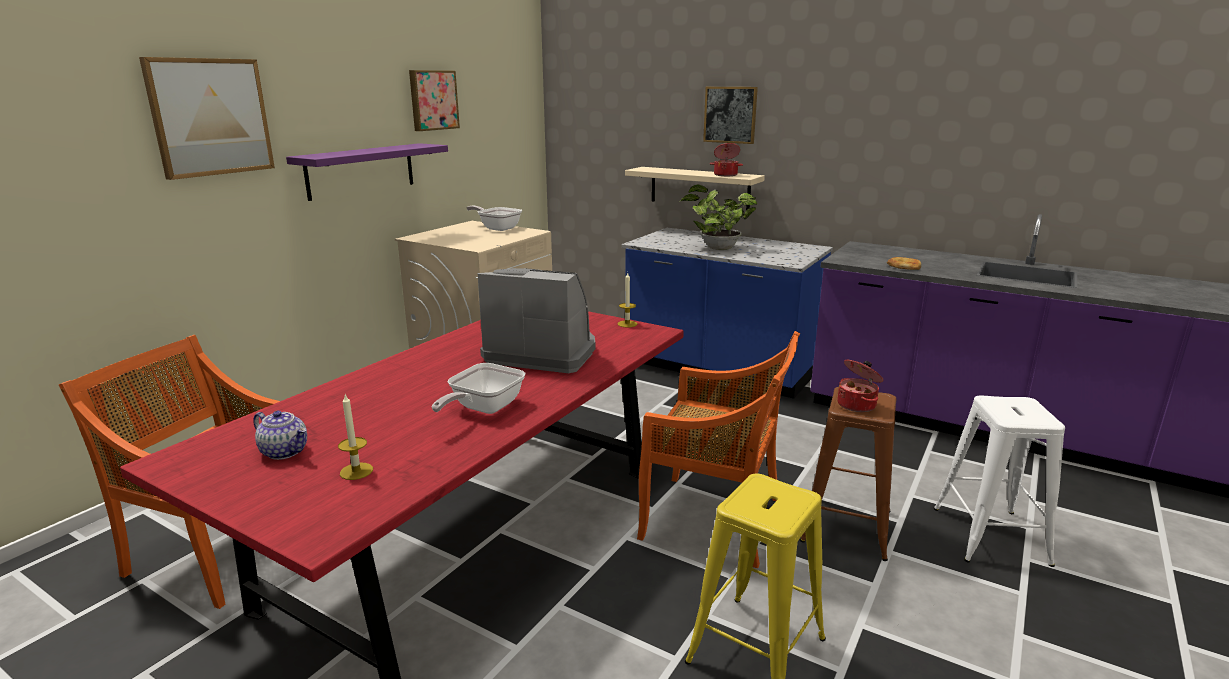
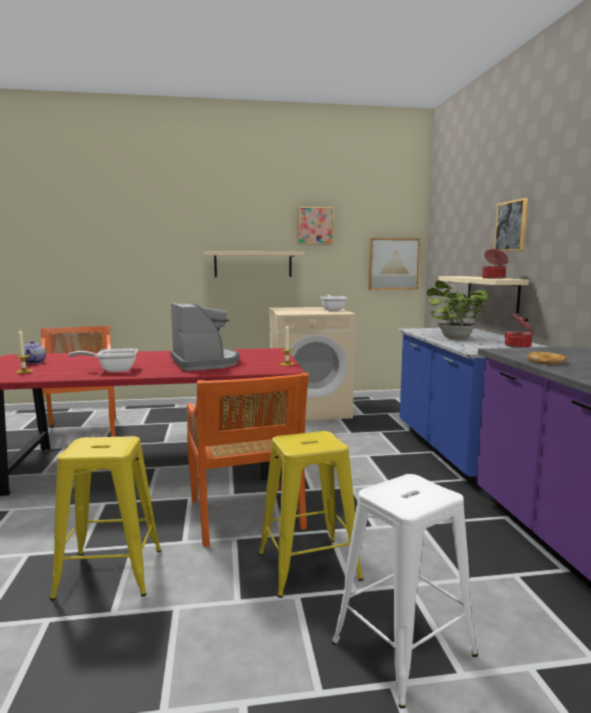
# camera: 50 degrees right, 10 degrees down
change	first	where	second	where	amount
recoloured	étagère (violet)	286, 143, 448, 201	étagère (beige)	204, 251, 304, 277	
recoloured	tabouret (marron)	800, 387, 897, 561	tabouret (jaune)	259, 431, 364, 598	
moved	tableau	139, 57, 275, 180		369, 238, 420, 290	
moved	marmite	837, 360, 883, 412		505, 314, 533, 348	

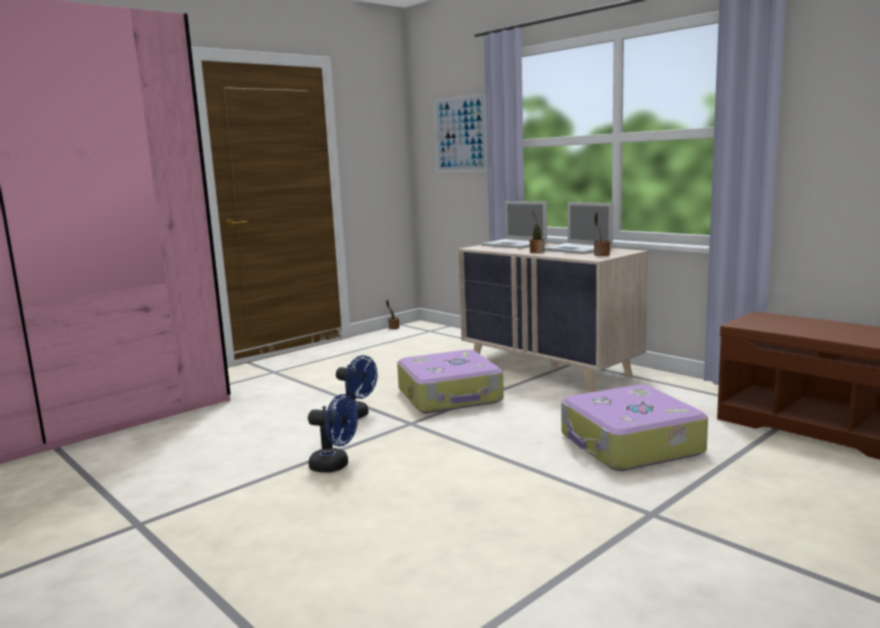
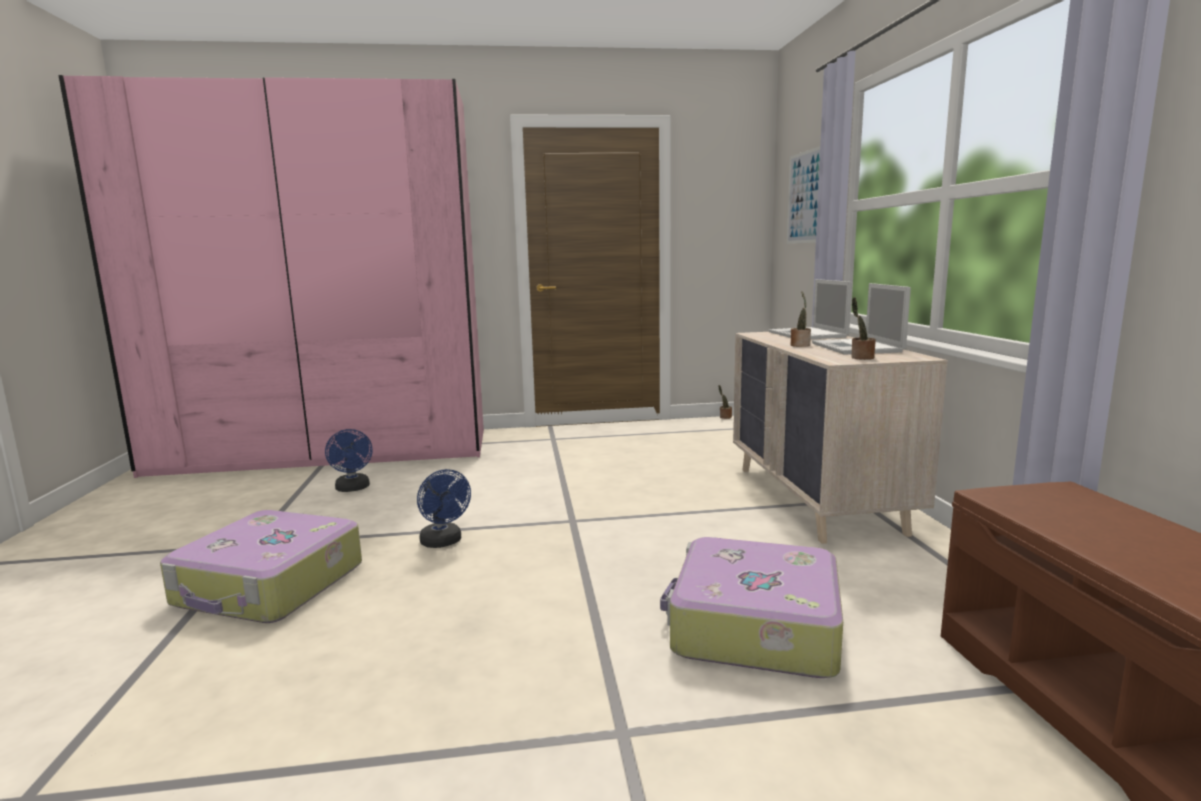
# camera: 35 degrees right, 0 degrees up
change	first	where	second	where	amount
moved	valise	397, 350, 504, 413		160, 510, 362, 623	
moved	ventilateur (bleu)	335, 355, 377, 419		325, 429, 373, 492	

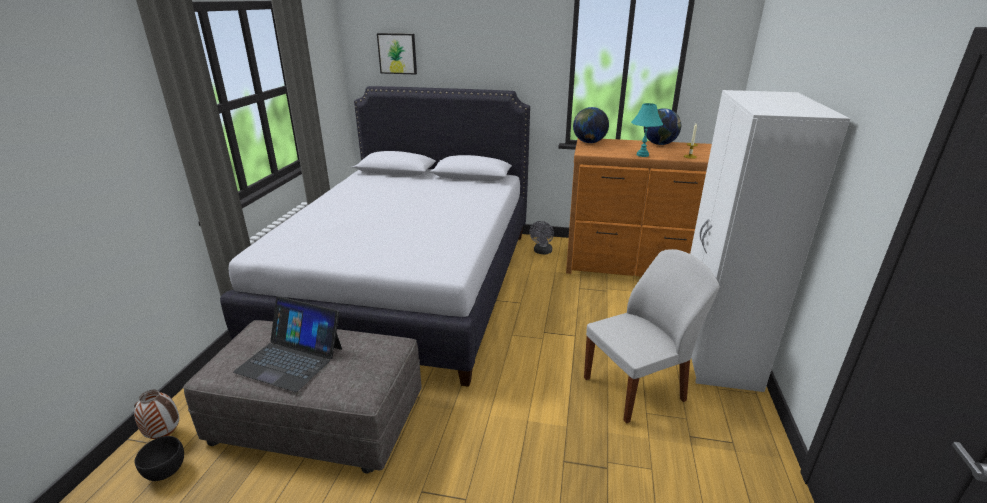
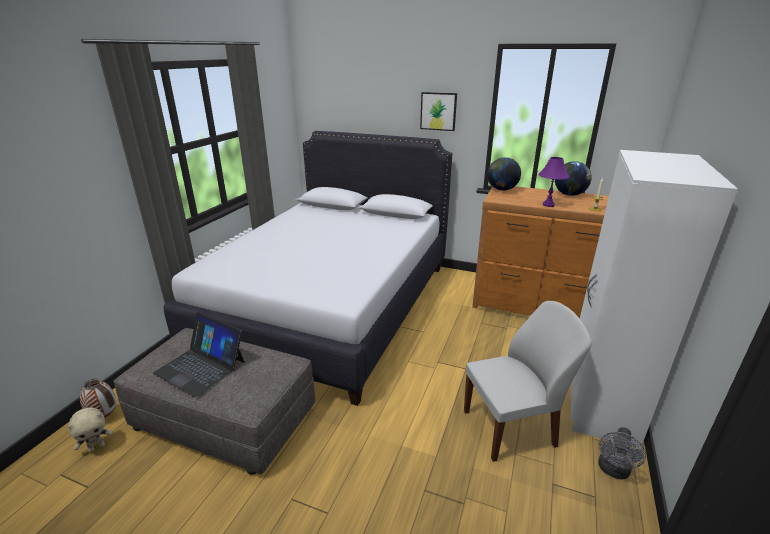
# camera: 10 degrees right, 0 degrees up
change	first	where	second	where	amount
replaced	bol (noir)	135, 436, 184, 481	peluche (beige)	68, 408, 113, 453	
moved	tableau	377, 33, 417, 74		420, 92, 457, 131	
recoloured	lampe de table (turquoise)	631, 103, 663, 157	lampe de table (violet)	538, 157, 569, 207	
moved	ventilateur (gris)	529, 221, 554, 254		598, 427, 646, 479	

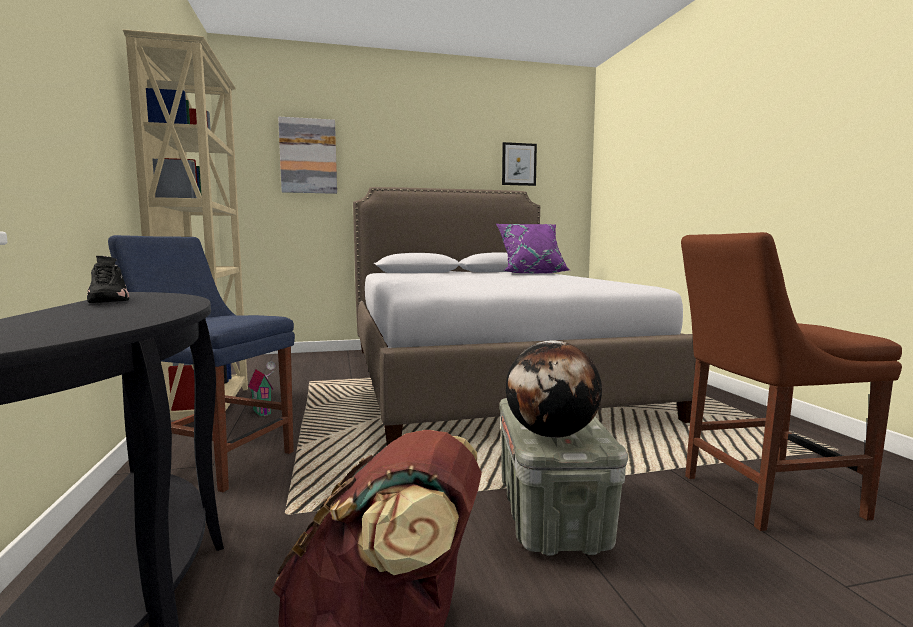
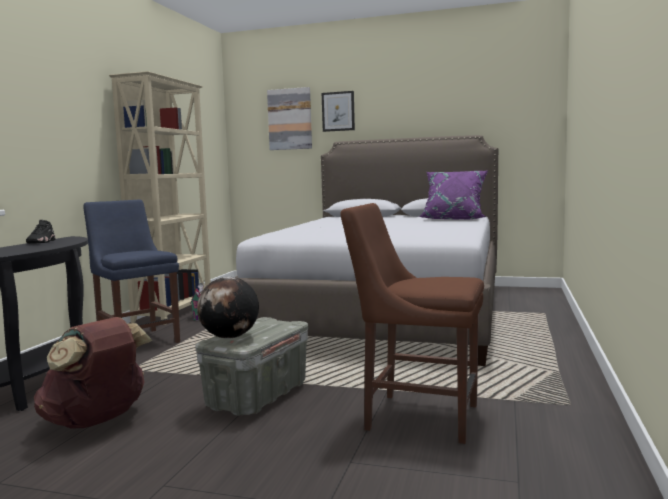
# camera: 30 degrees right, 0 degrees up
change	first	where	second	where	amount
moved	tableau	502, 142, 537, 186		322, 91, 355, 132	

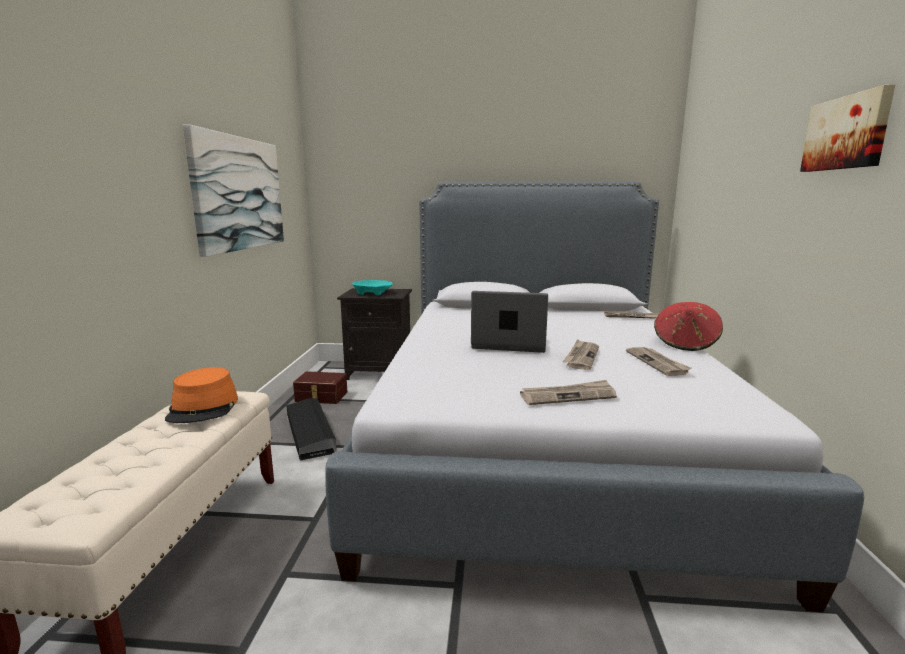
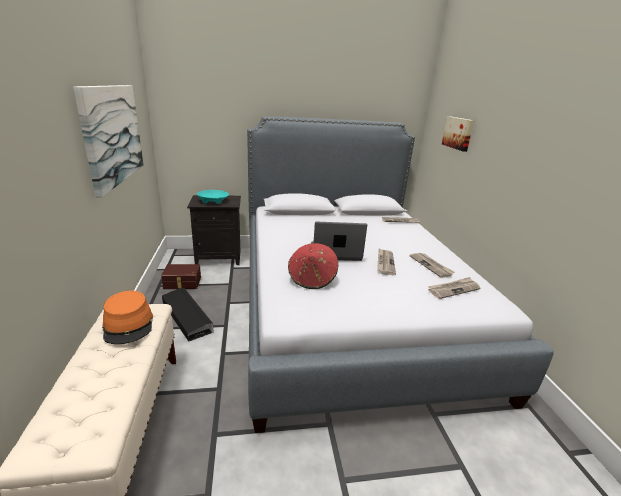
# camera: 15 degrees left, 10 degrees up
change	first	where	second	where	amount
moved	chapeau (rouge)	654, 302, 723, 351		288, 243, 338, 289	
moved	journal	520, 380, 617, 405		428, 277, 480, 299	
moved	tableau	800, 85, 895, 172		442, 116, 474, 152	

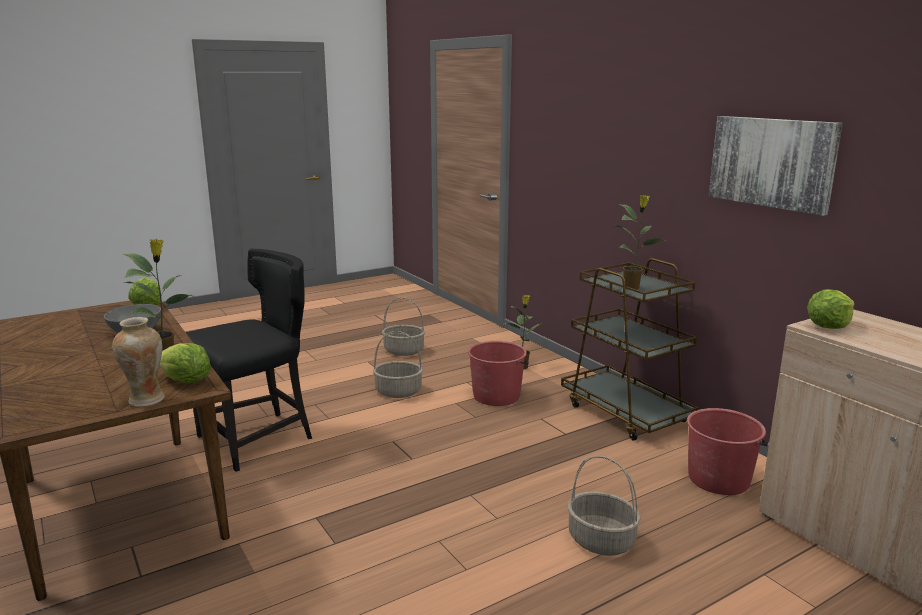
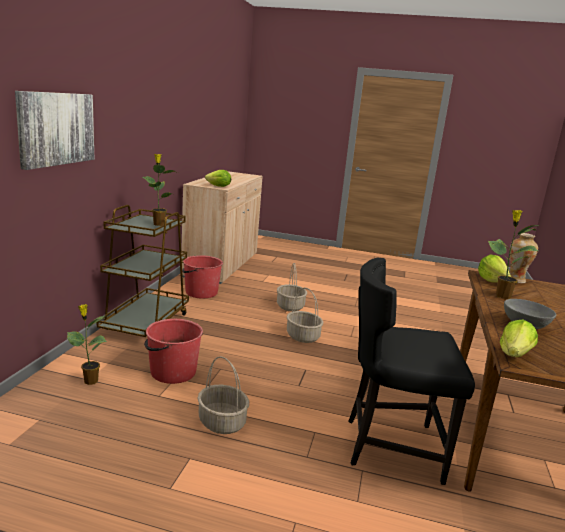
# camera: 135 degrees left, 0 degrees up
change	first	where	second	where	amount
moved	tableau	709, 116, 843, 216		15, 91, 94, 170	
moved	panier	382, 297, 425, 356		287, 288, 323, 343	

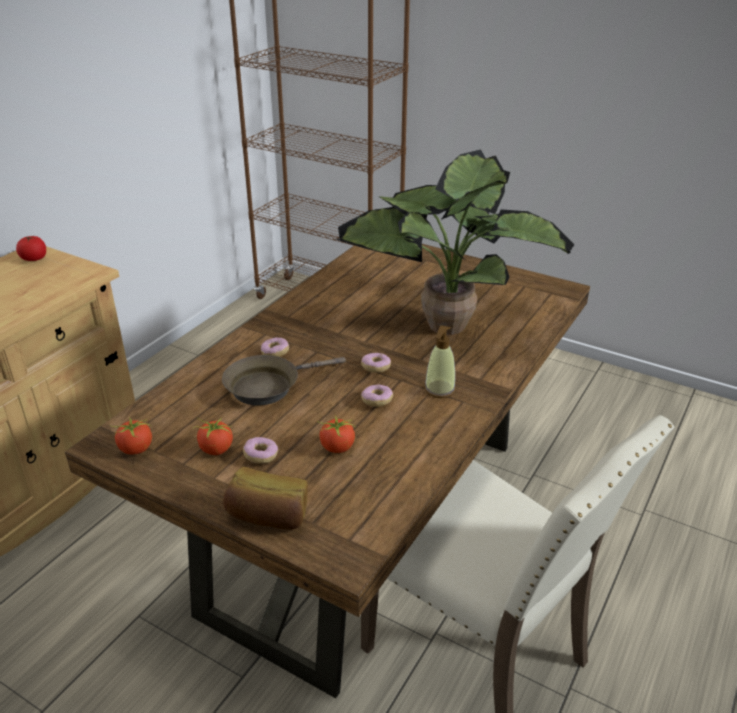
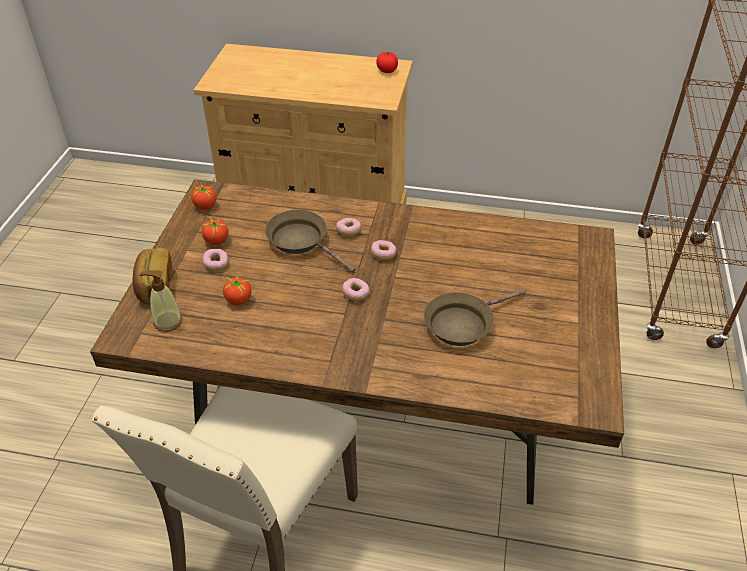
# camera: 70 degrees right, 10 degrees up
change	first	where	second	where	amount
moved	distributeur de savon	424, 325, 456, 398		139, 270, 182, 332	
moved	beignet	361, 385, 393, 407		371, 240, 396, 260	
replaced	plante en pot	336, 149, 574, 335	poêle (marron)	424, 289, 526, 346	

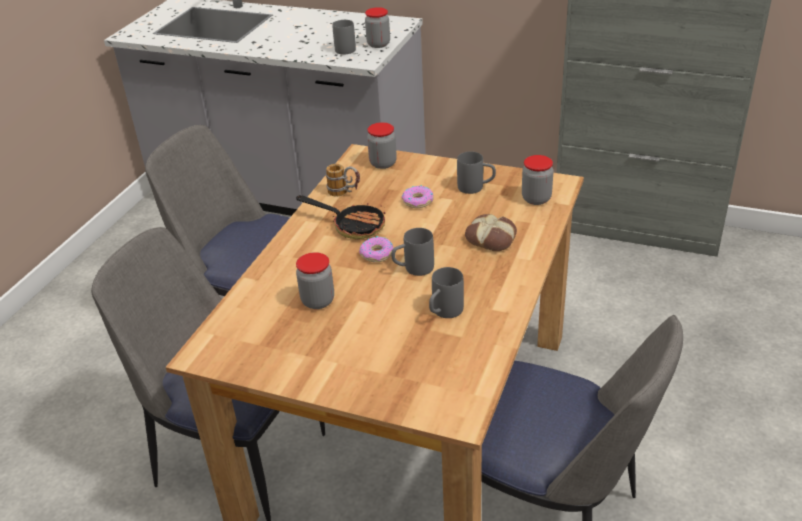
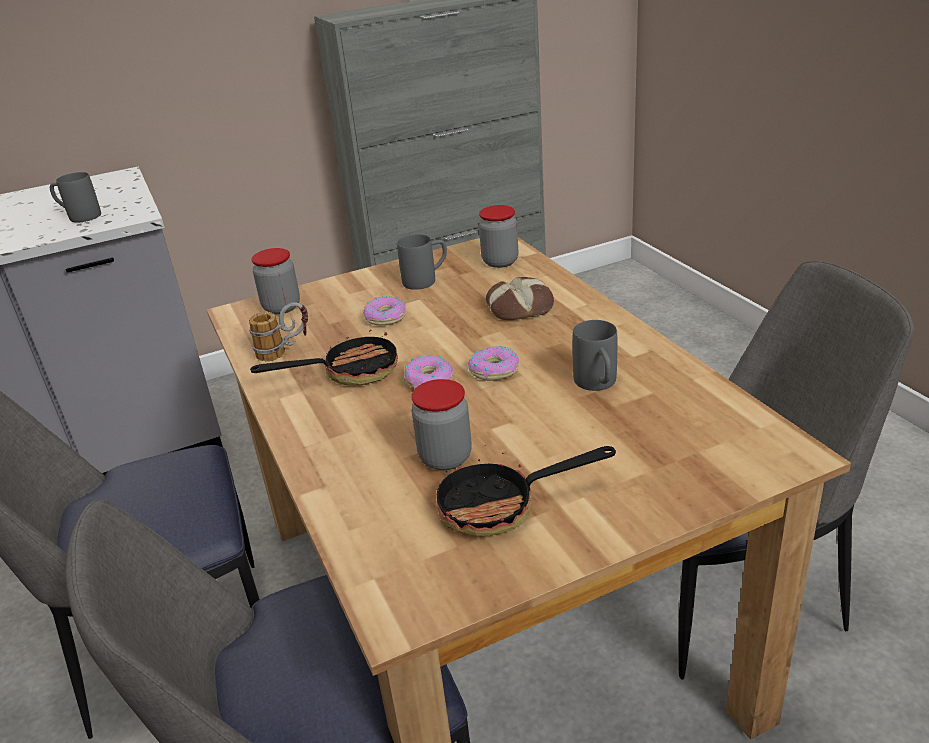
# camera: 45 degrees left, 5 degrees down
change	first	where	second	where	amount
added			poêle	437, 445, 616, 536	
replaced	mug (gris)	391, 228, 434, 276	beignet	468, 346, 519, 381	
removed	bocal	365, 7, 390, 48			

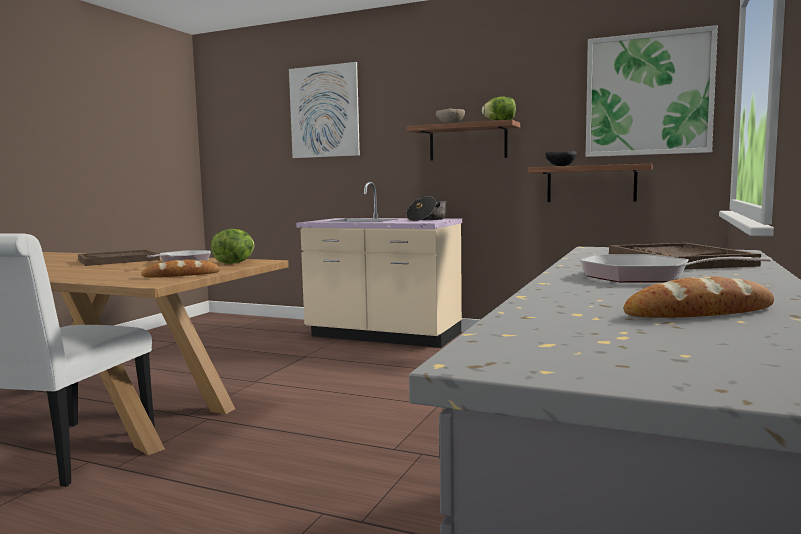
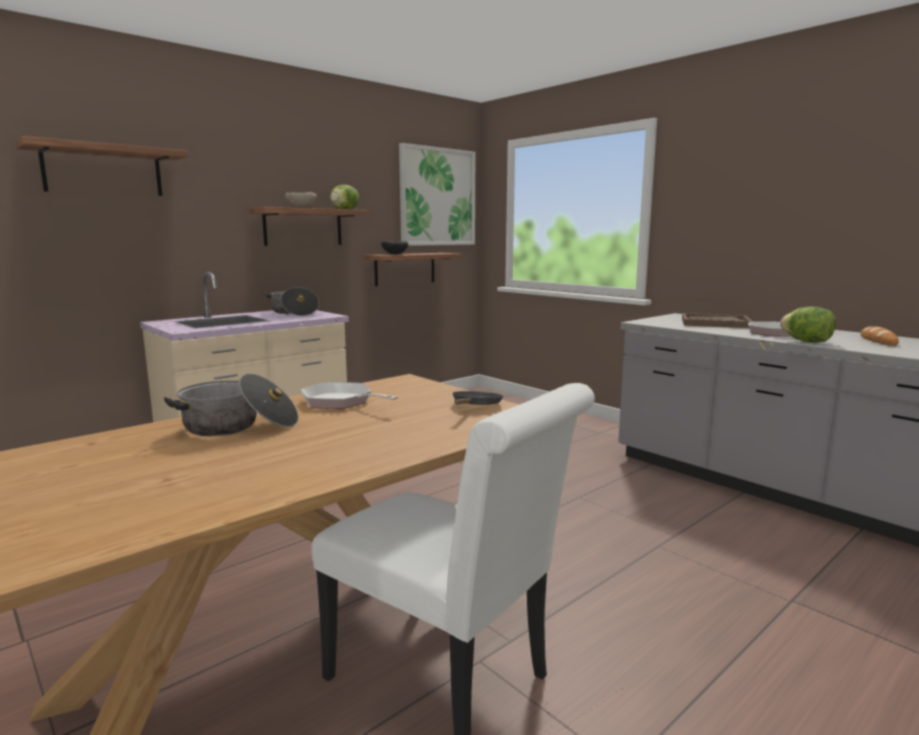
# camera: 65 degrees left, 5 degrees up
change	first	where	second	where	amount
replaced	tableau	289, 62, 360, 158	étagère	16, 136, 189, 196	
replaced	plateau (marron)	78, 249, 160, 266	marmite	164, 374, 299, 436	
replaced	pain	141, 260, 220, 277	poêle (noir)	453, 391, 503, 405	
moved	laitue	211, 229, 254, 264		780, 307, 836, 343	

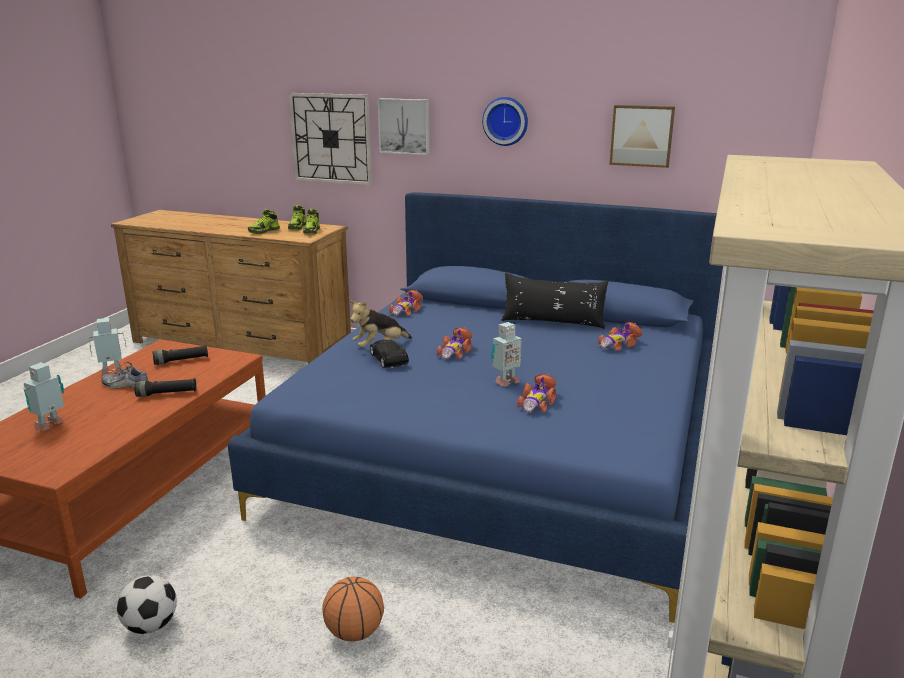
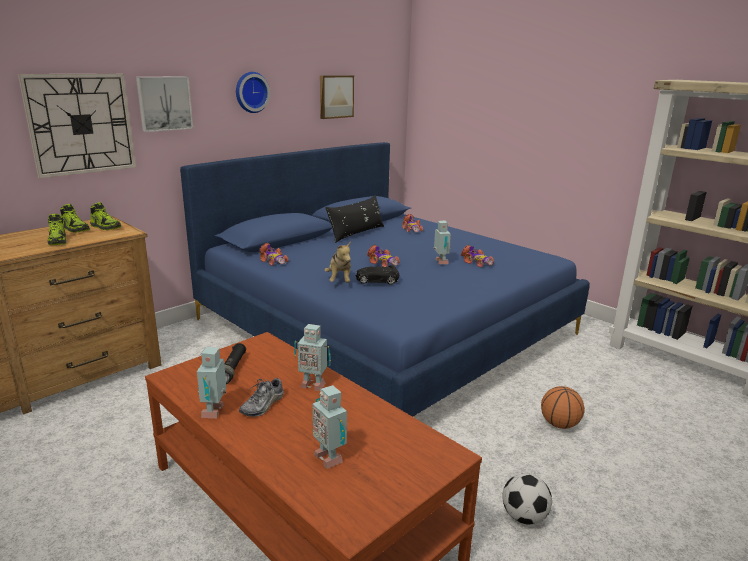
# camera: 65 degrees left, 0 degrees up
change	first	where	second	where	amount
replaced	lampe de poche (noir)	134, 378, 196, 397	robot jouet	294, 324, 331, 391	

